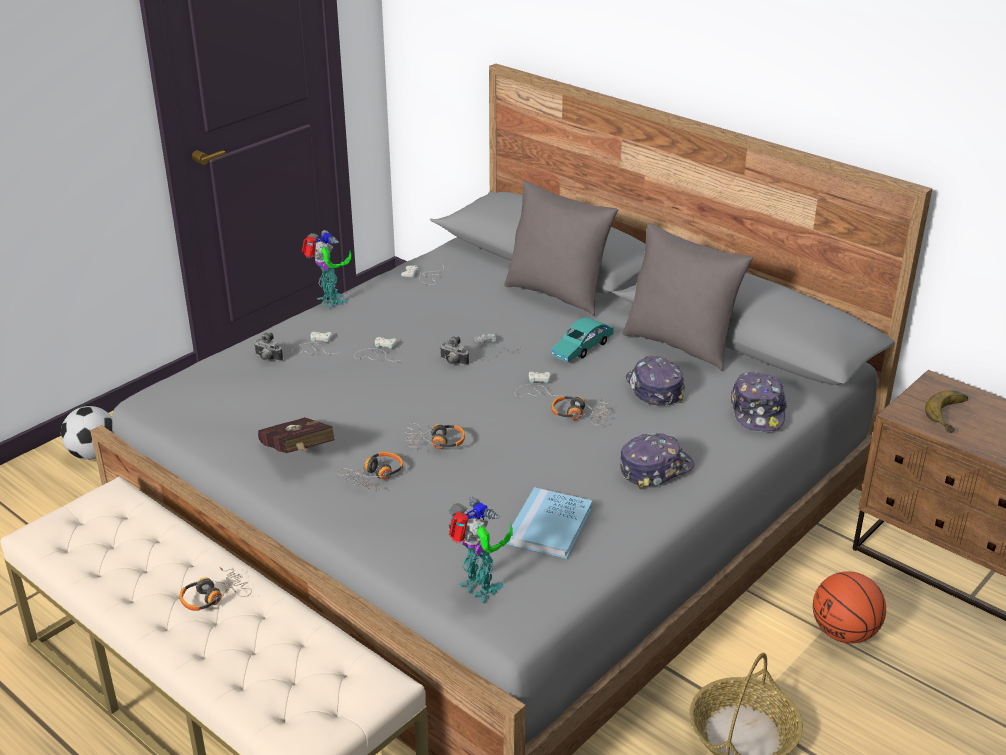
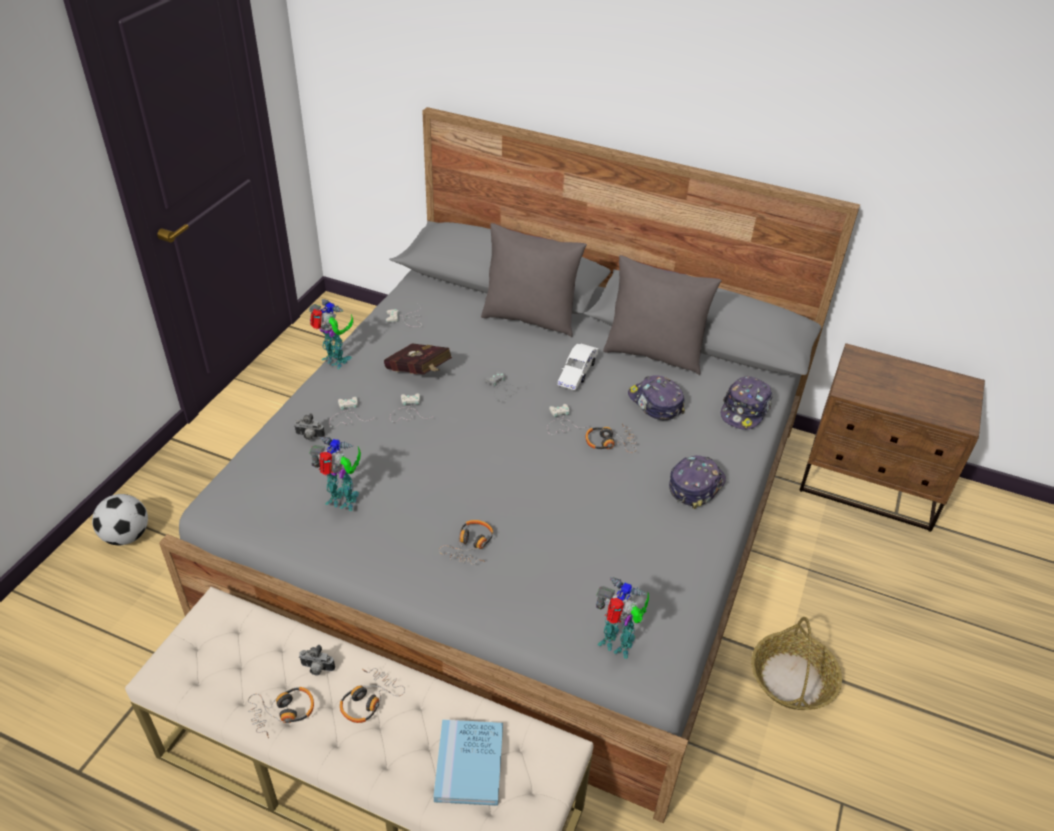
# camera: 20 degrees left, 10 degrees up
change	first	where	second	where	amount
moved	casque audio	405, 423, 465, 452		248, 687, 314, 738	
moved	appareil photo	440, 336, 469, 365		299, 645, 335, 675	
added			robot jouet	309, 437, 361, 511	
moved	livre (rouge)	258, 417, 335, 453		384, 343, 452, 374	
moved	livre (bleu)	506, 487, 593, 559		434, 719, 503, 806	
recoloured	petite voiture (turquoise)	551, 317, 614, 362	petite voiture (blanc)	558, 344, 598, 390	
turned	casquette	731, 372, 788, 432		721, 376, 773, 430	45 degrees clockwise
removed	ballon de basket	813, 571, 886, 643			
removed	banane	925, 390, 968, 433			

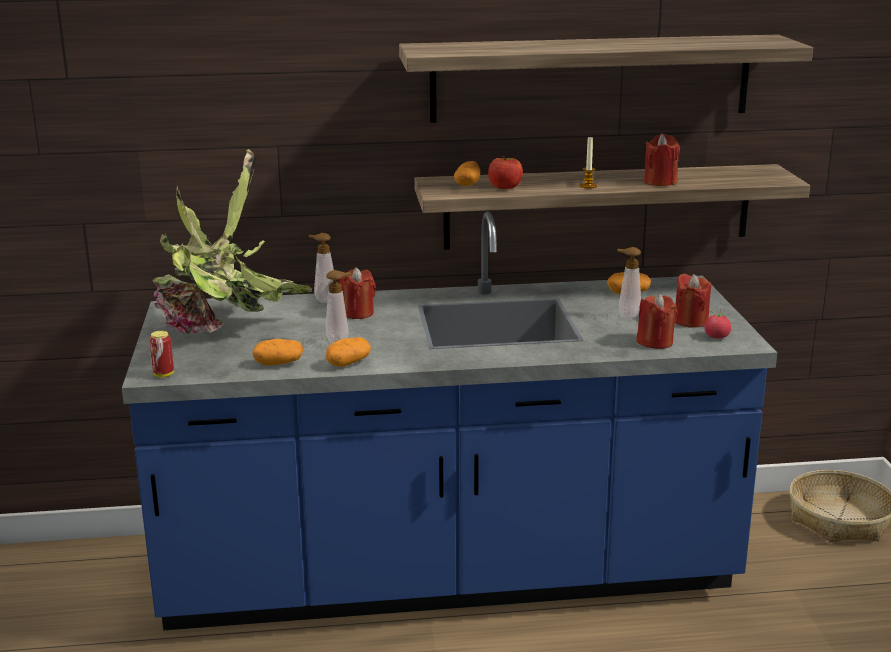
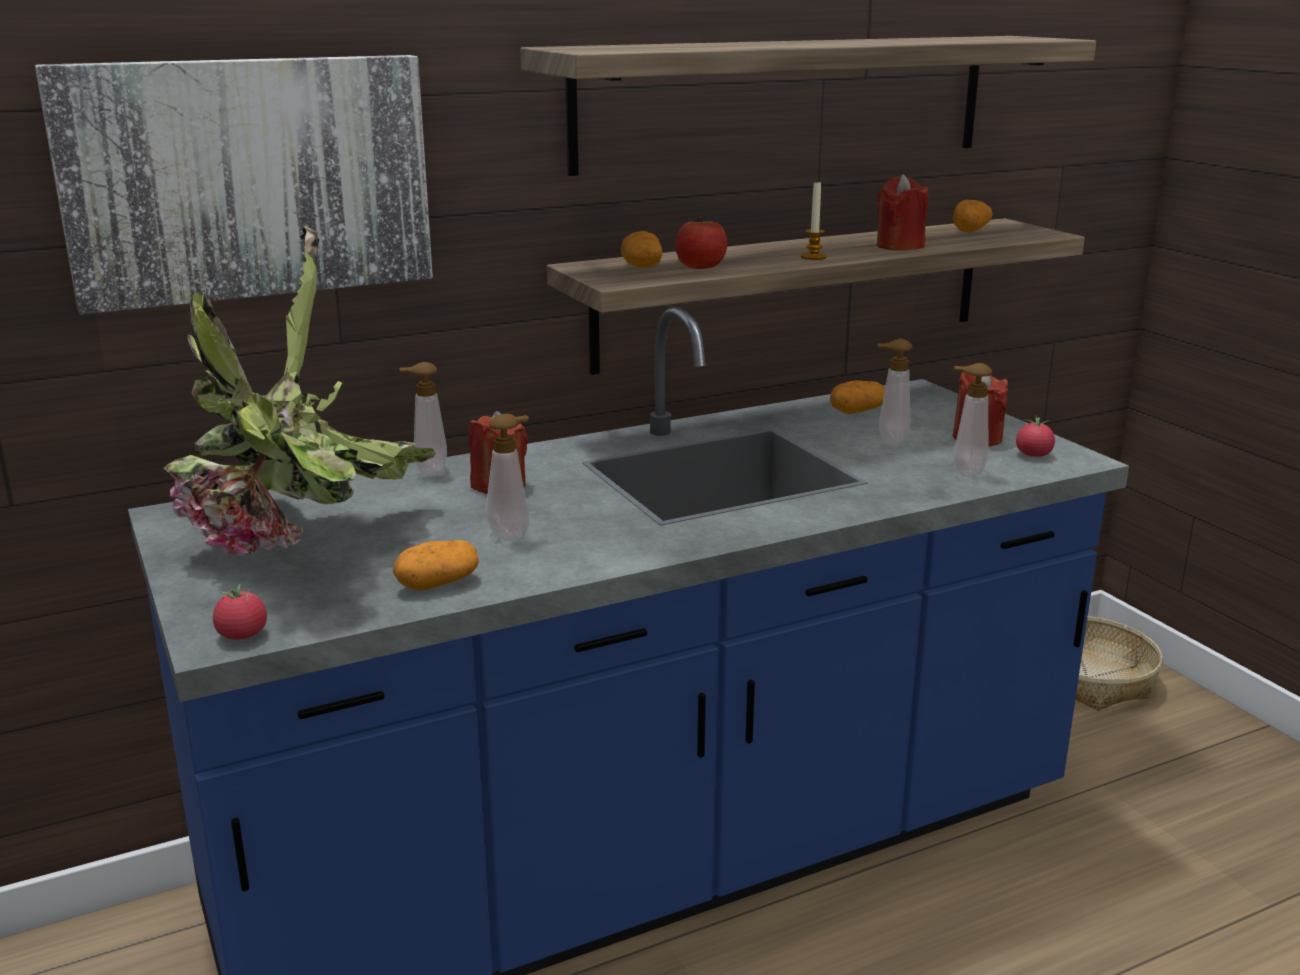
# camera: 20 degrees left, 0 degrees up
change	first	where	second	where	amount
added			tableau	35, 55, 433, 315	
replaced	boîte métallique	149, 331, 174, 377	tomate	213, 584, 267, 640	
moved	pomme de terre	326, 337, 371, 367		953, 200, 992, 233	
replaced	bougie (rouge)	637, 294, 678, 349	distributeur de savon	954, 363, 992, 477	

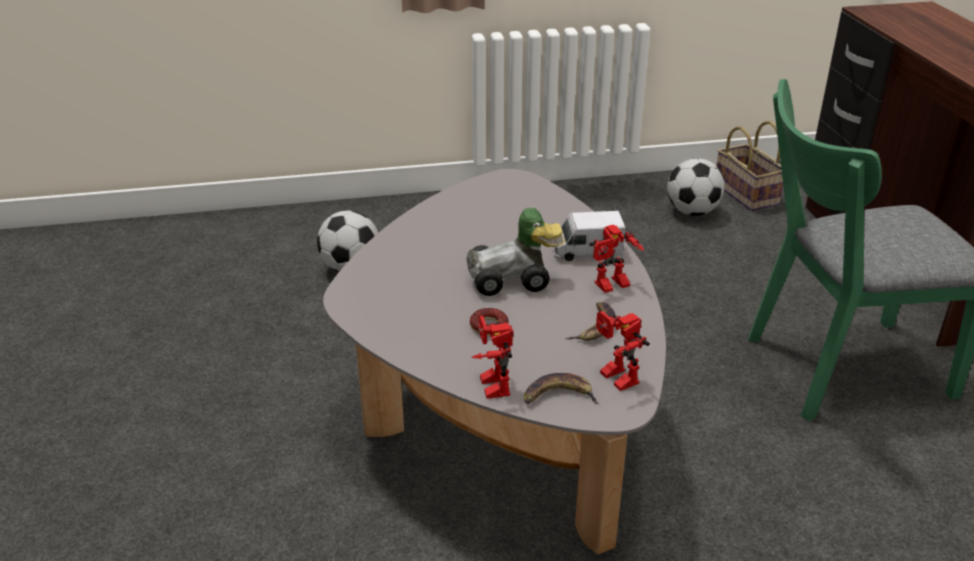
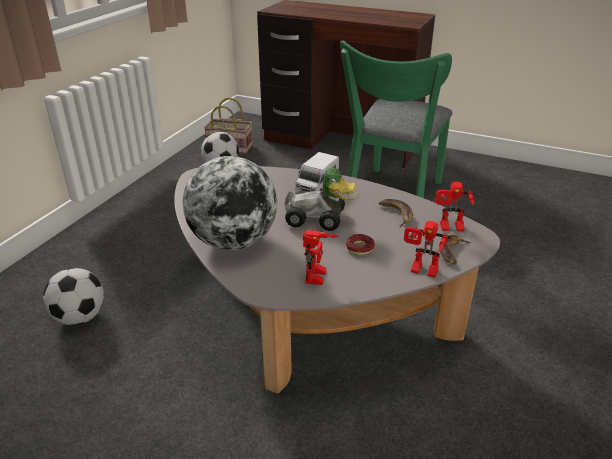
# camera: 55 degrees left, 0 degrees up
change	first	where	second	where	amount
added			globe	183, 156, 277, 250	
turned	petite voiture	466, 208, 565, 296		284, 167, 357, 231	75 degrees clockwise
moved	robot jouet	590, 224, 644, 293		303, 230, 339, 285	

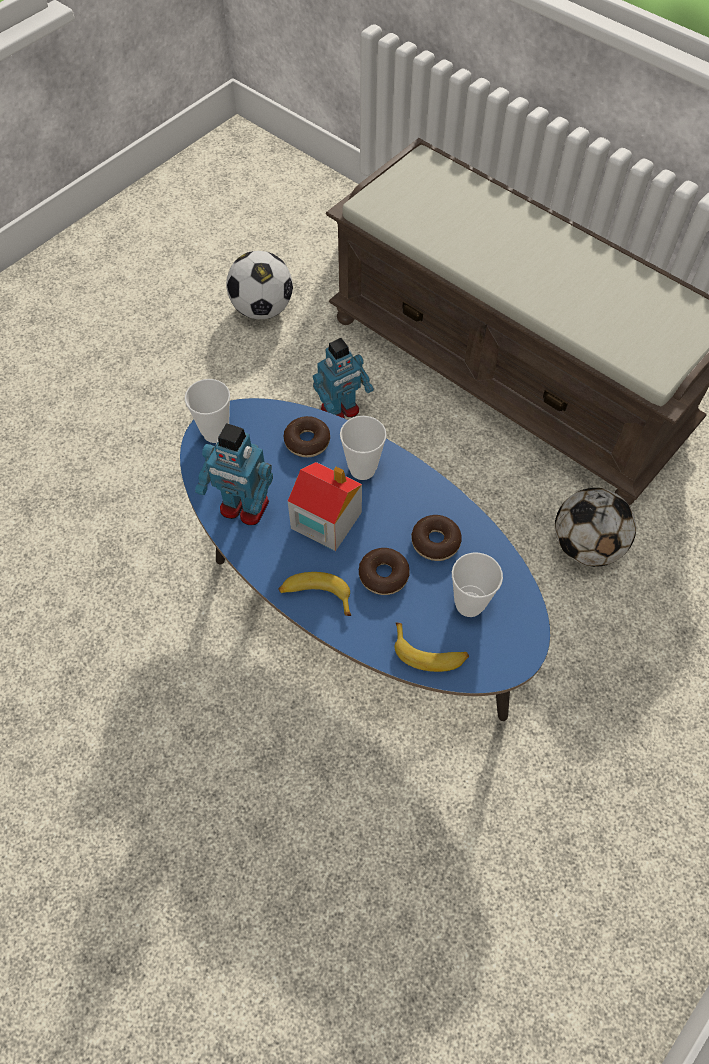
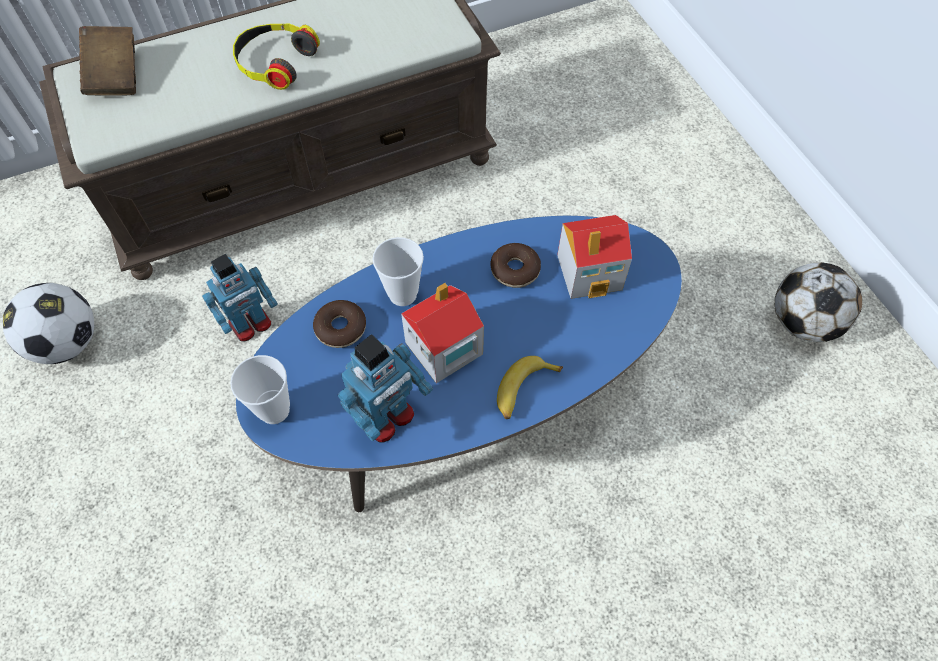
# camera: 65 degrees left, 0 degrees up
change	first	where	second	where	amount
added			livre (marron)	79, 26, 136, 96	
turned	robot jouet	313, 338, 374, 418		202, 254, 278, 342	60 degrees clockwise
added			casque audio	233, 23, 320, 90	
replaced	tasse	452, 553, 503, 617	maison miniature	557, 215, 632, 299	
moved	ballon de foot	555, 488, 636, 567		775, 262, 862, 342	
removed	beignet	359, 548, 410, 595			
removed	banane	394, 622, 469, 672			

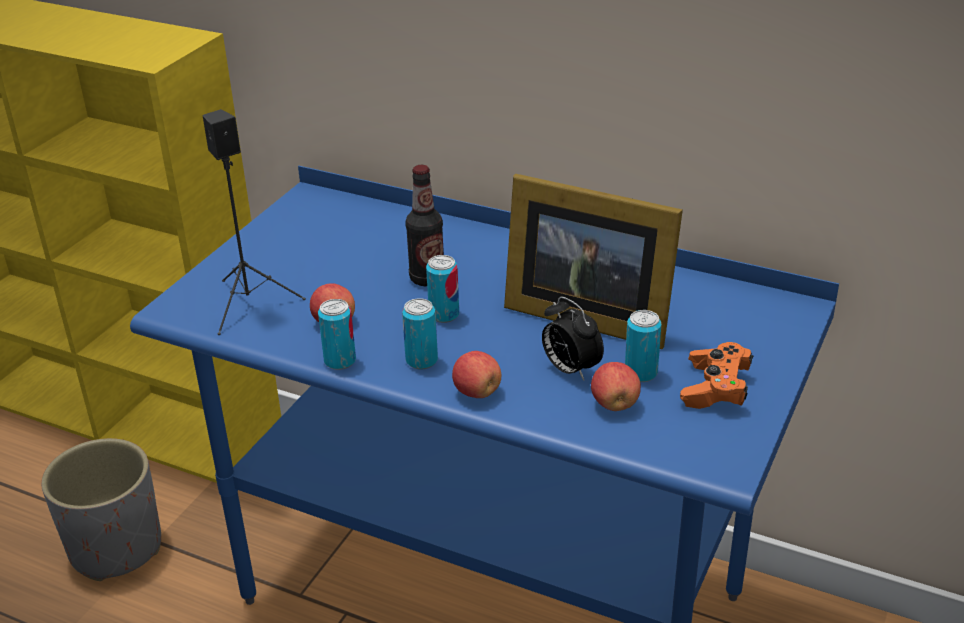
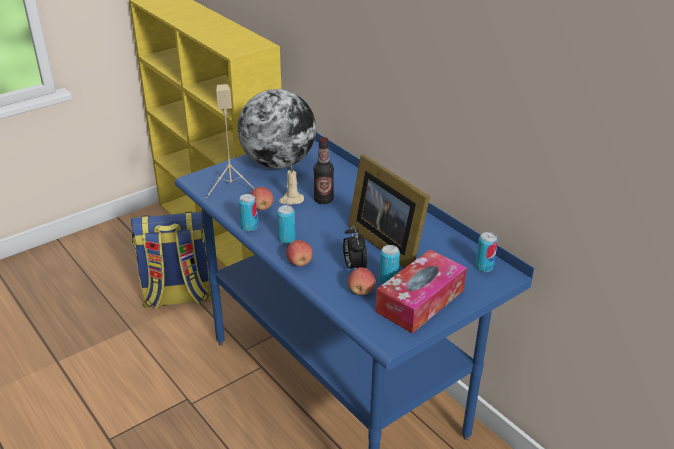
# camera: 25 degrees right, 0 degrees up
change	first	where	second	where	amount
replaced	cache-pot (gris)	41, 438, 161, 581	sac à dos	131, 212, 212, 309	
recoloured	enceinte (noir)	203, 109, 306, 335	enceinte (beige)	206, 84, 255, 198	
added			globe	237, 89, 316, 169	
added			bougie (beige)	279, 164, 304, 205	
replaced	manette (orange)	680, 342, 754, 409	boîte à mouchoirs	376, 250, 467, 333	
moved	boîte métallique	426, 255, 459, 323		475, 232, 498, 272	

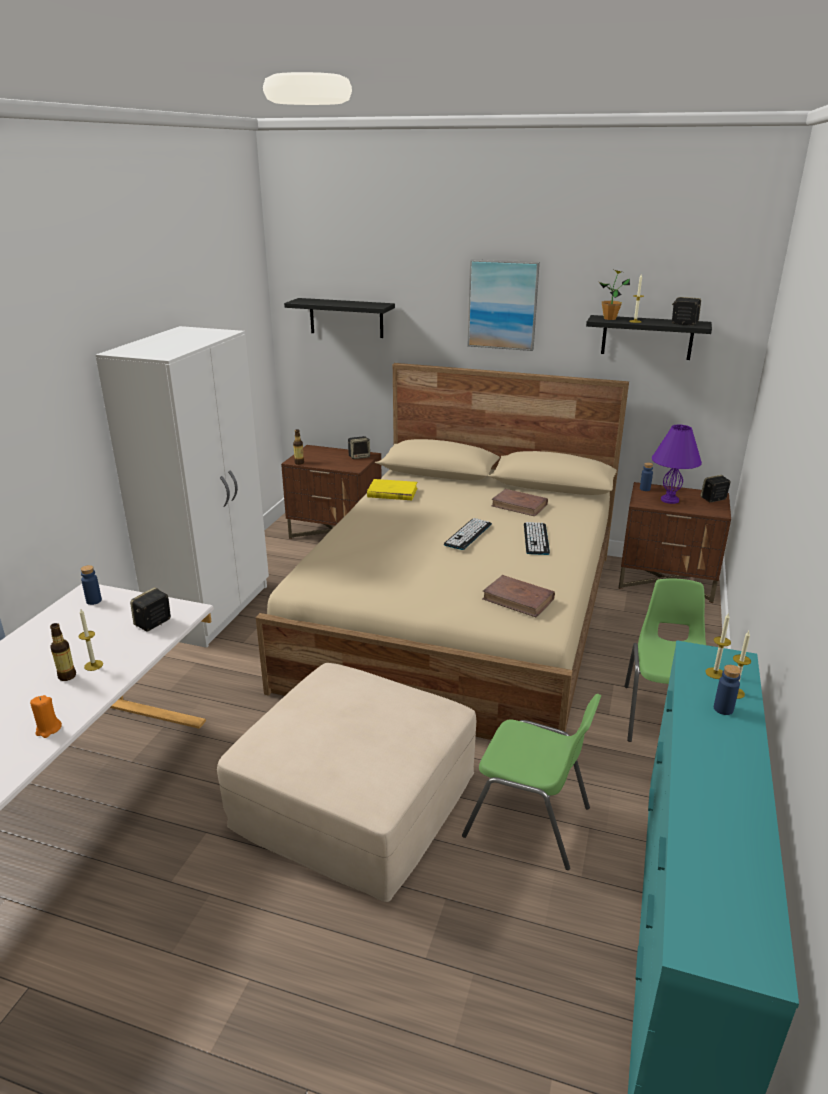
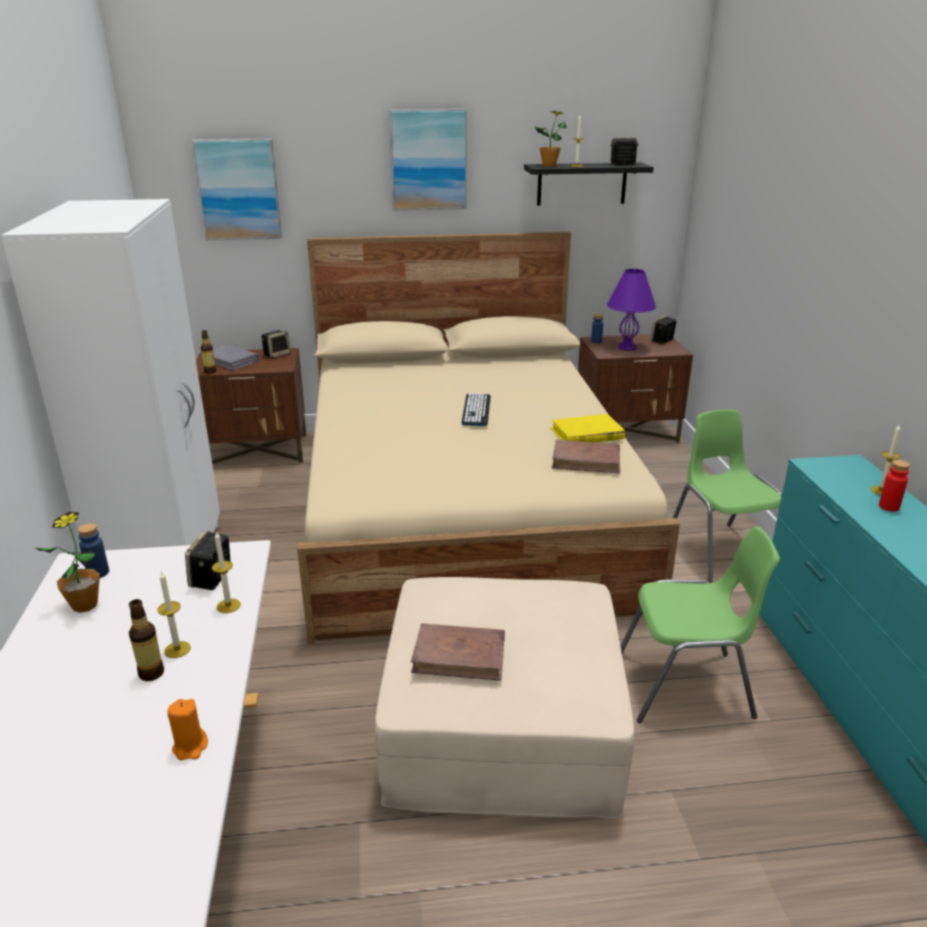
# camera: 25 degrees left, 0 degrees up
change	first	where	second	where	amount
added			plante en pot	34, 512, 100, 613	
replaced	étagère (noir)	284, 298, 395, 338	tableau	191, 138, 282, 240	
added			livre (gris)	200, 344, 259, 370	
moved	bougie	705, 613, 731, 679		212, 531, 241, 613	
moved	livre (marron)	491, 489, 548, 516		411, 623, 505, 681	
moved	livre (jaune)	367, 479, 417, 500		550, 414, 625, 443	
recoloured	bouteille (bleu)	714, 665, 741, 715	bouteille (rouge)	879, 460, 910, 512	
removed	clavier	524, 522, 550, 555			

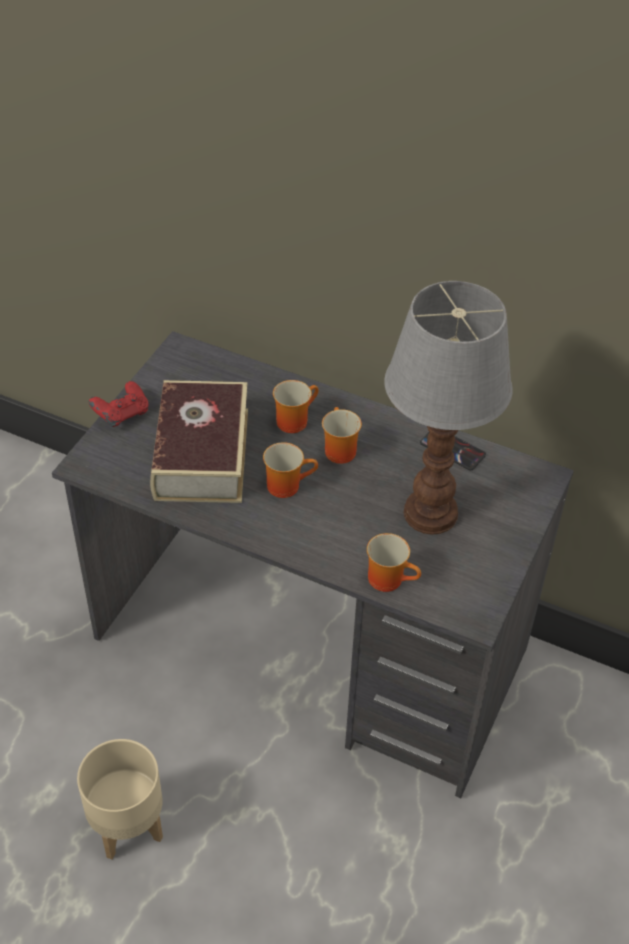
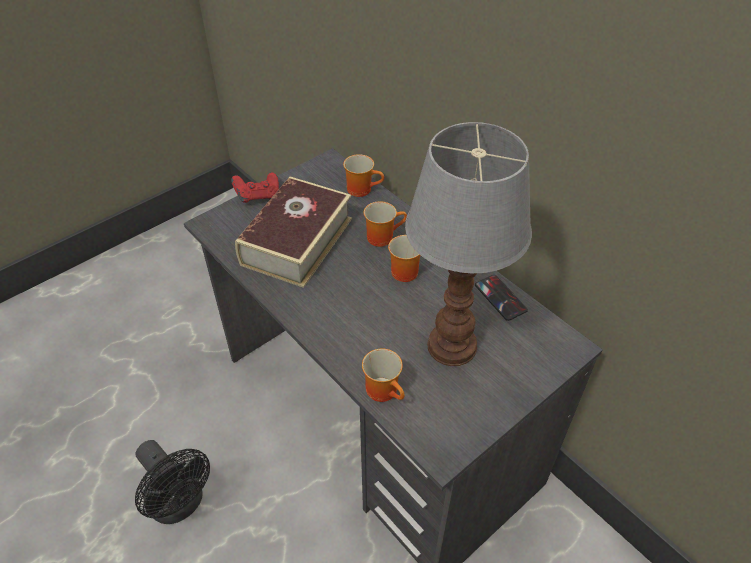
# camera: 25 degrees right, 0 degrees up
change	first	where	second	where	amount
replaced	cache-pot (beige)	77, 739, 163, 860	ventilateur (noir)	135, 440, 210, 524	
moved	mug	263, 442, 318, 498		343, 154, 384, 197	

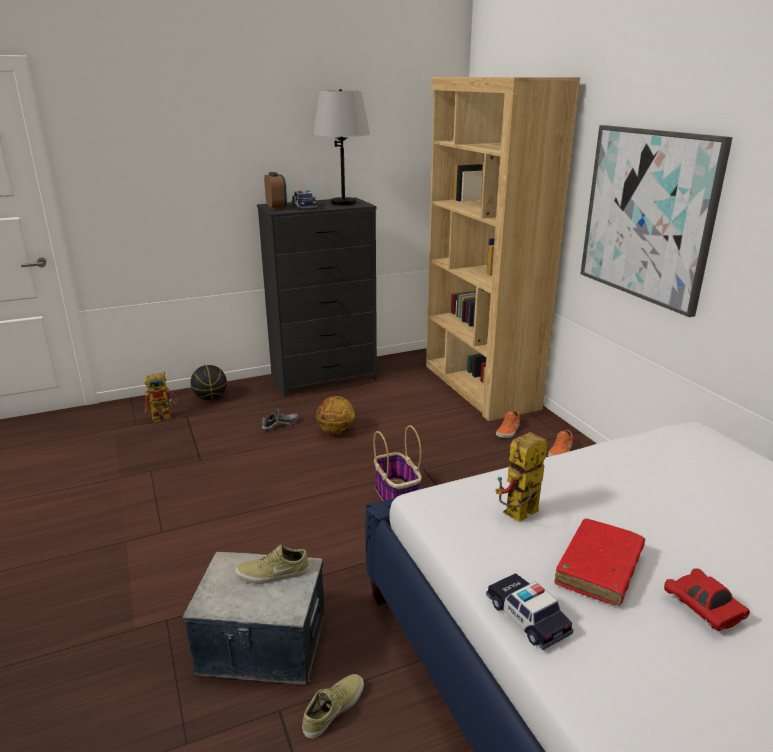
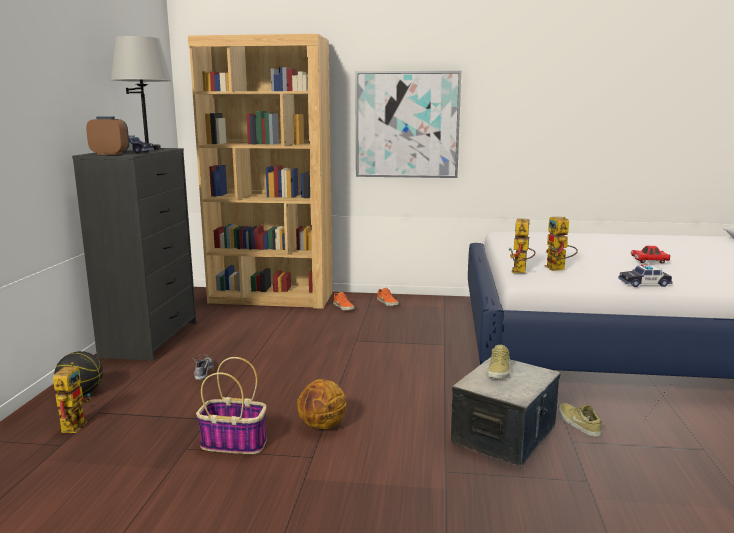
# camera: 60 degrees left, 10 degrees down
change	first	where	second	where	amount
moved	panier	373, 425, 422, 501		196, 357, 267, 454	
moved	ballon de basket	316, 396, 355, 435		297, 379, 347, 429	
added			robot jouet	509, 218, 536, 273	
removed	livre (rouge)	555, 518, 645, 605			

